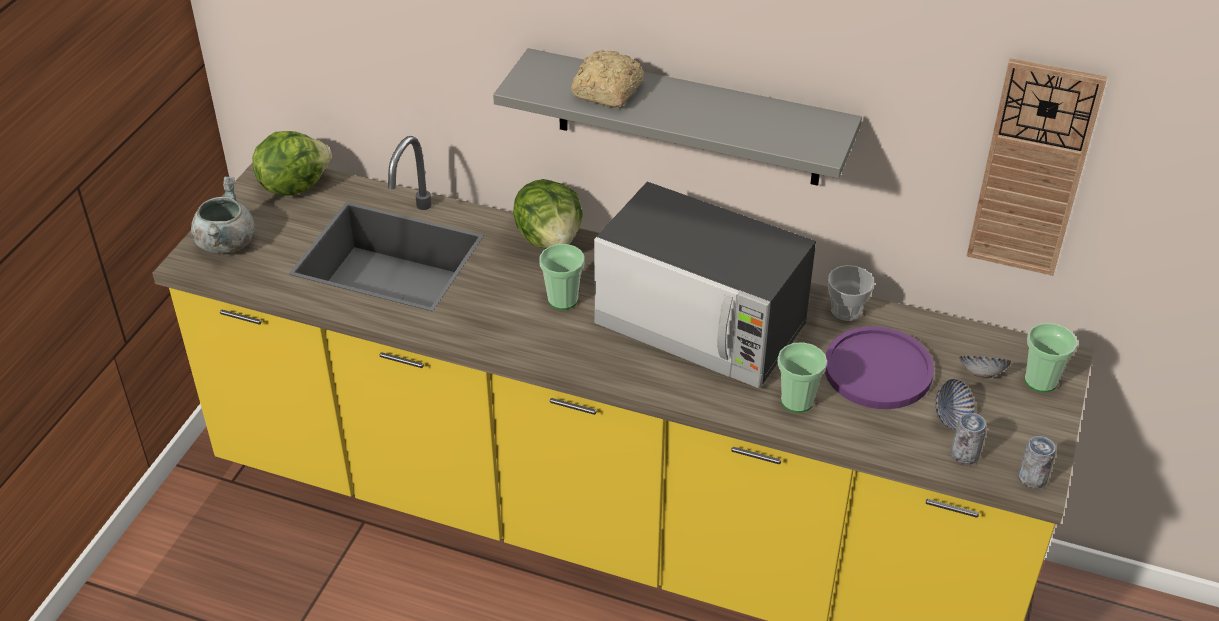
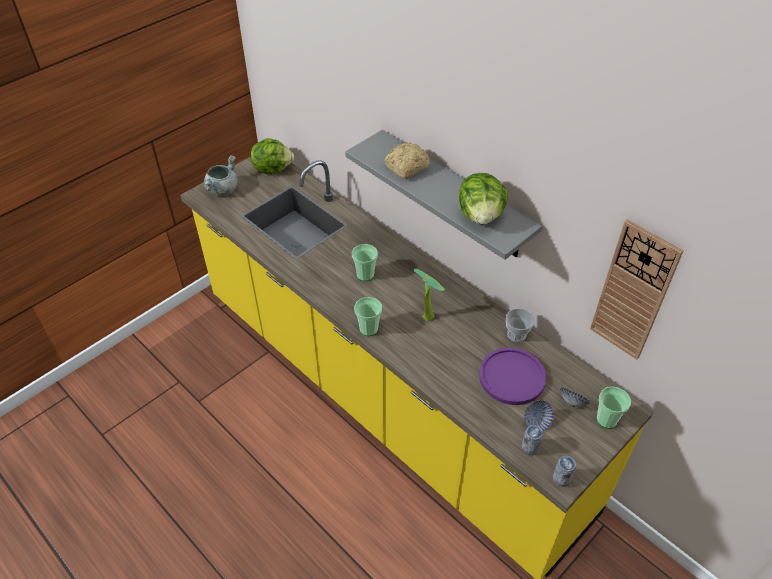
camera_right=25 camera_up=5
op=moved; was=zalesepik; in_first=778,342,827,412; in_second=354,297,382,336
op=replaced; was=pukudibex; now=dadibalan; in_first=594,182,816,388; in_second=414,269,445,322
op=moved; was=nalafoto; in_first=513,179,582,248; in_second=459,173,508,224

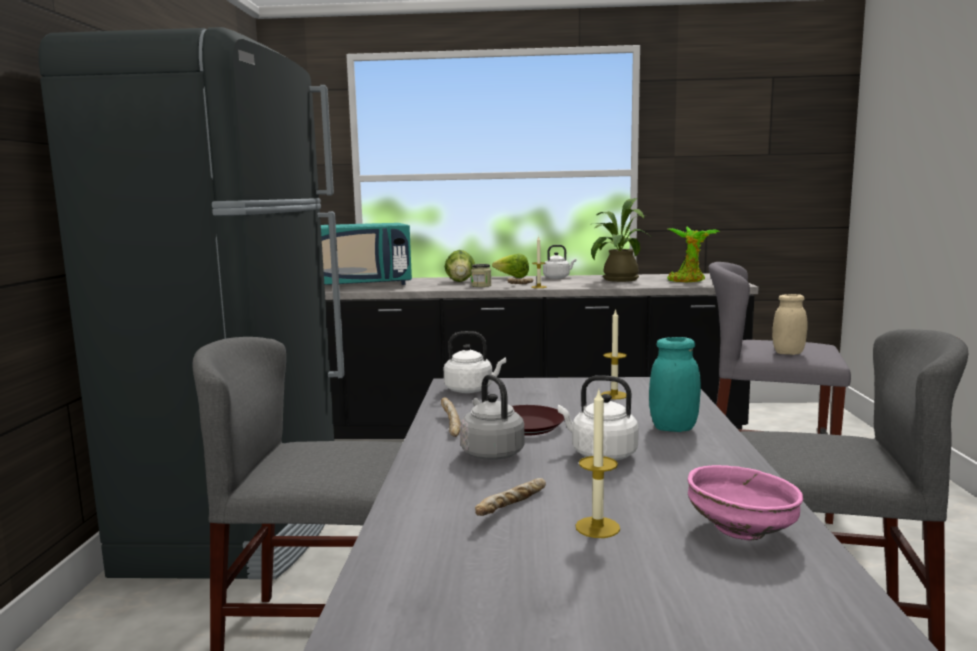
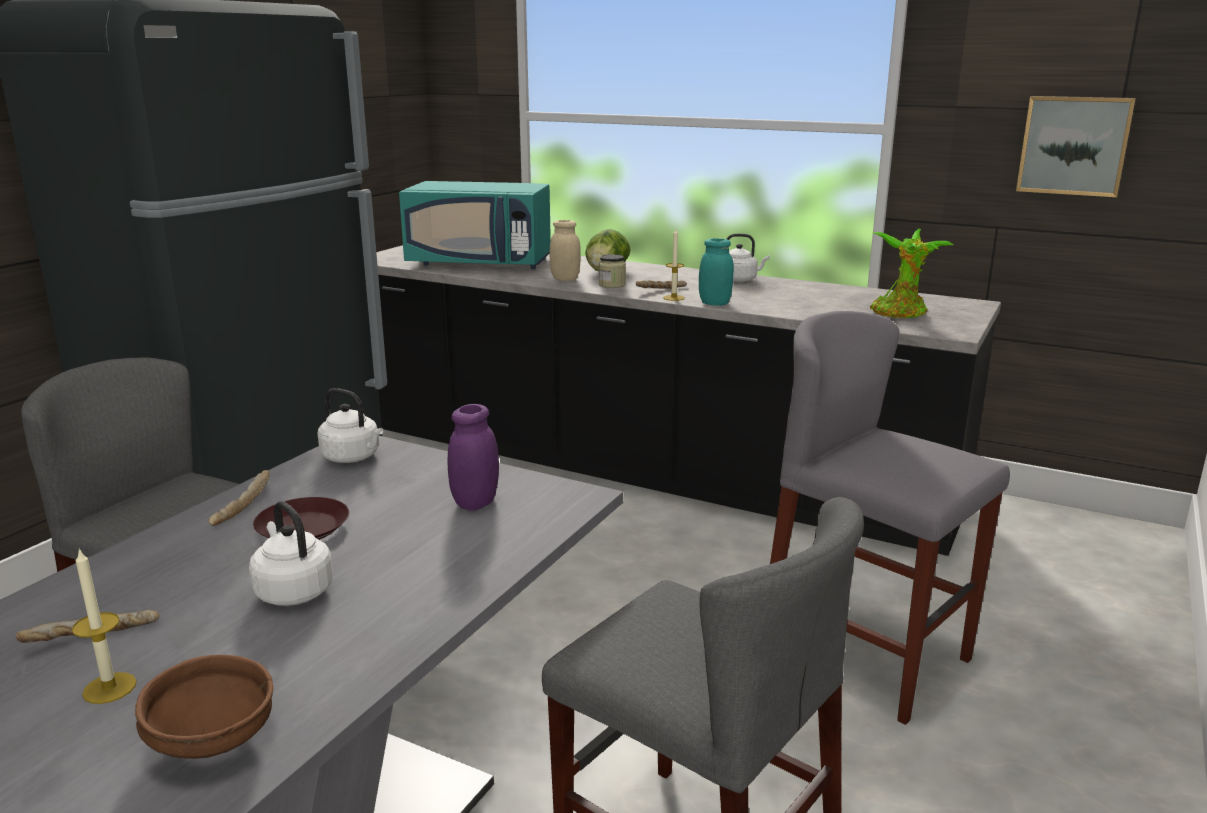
camera_right=25 camera_up=10
op=recoloured; was=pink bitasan; now=brown bitasan; in_first=687,465,803,541; in_second=135,655,273,759
op=replaced; was=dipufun; now=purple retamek; in_first=601,309,627,399; in_second=447,404,499,511
op=moved; was=beige retamek; in_first=772,294,808,355; in_second=550,220,581,281
op=moved; was=turquoise retamek; in_first=649,337,701,432; in_second=699,238,734,306
op=added; now=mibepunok; in_second=1016,96,1136,197
op=removed; was=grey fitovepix; in_first=460,374,525,460
op=removed; was=nalafoto; in_first=492,253,529,278
op=removed; was=dadibalan; in_first=591,198,650,282

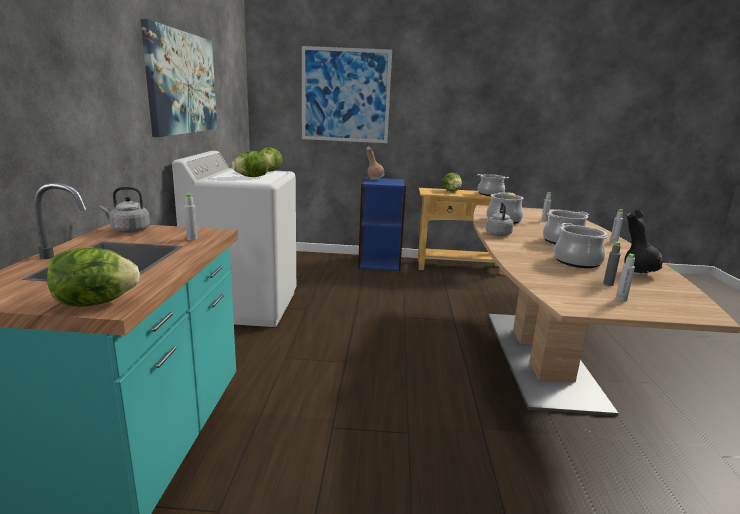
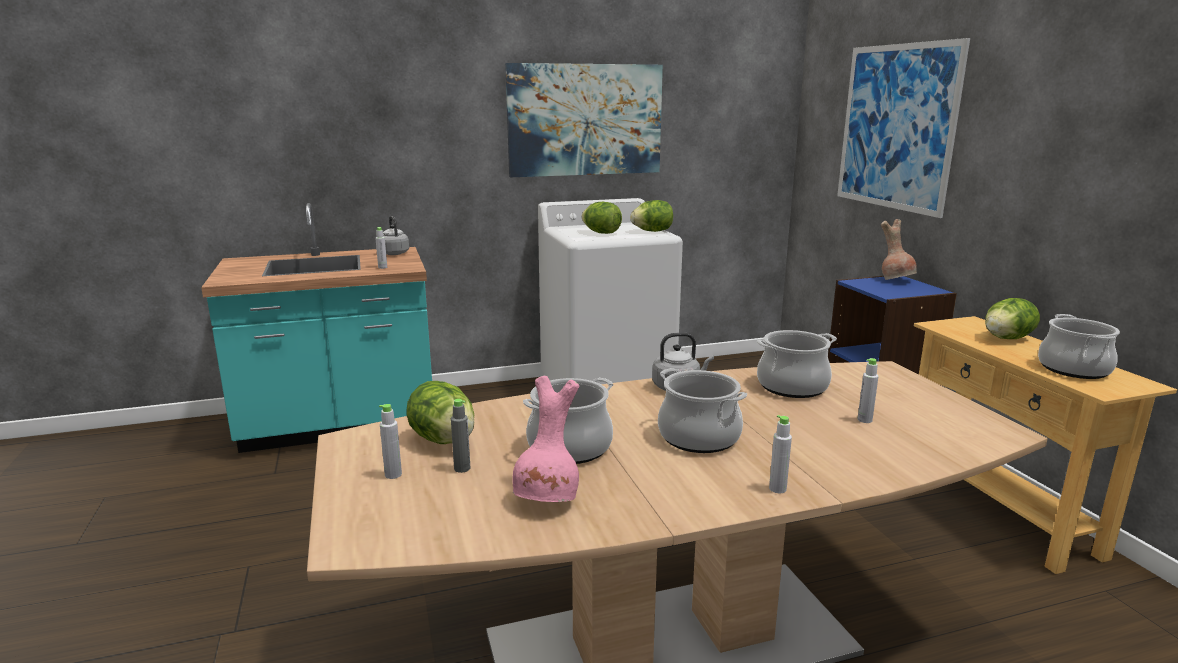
camera_right=70 camera_up=0
op=moved; was=nalafoto; in_first=47,247,140,307; in_second=406,381,474,444
op=recoloured; was=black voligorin; now=pink voligorin; in_first=624,210,663,274; in_second=513,376,579,502

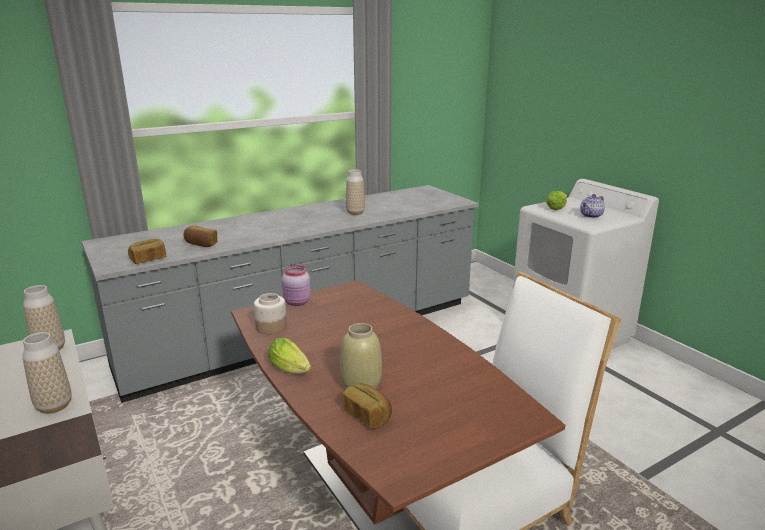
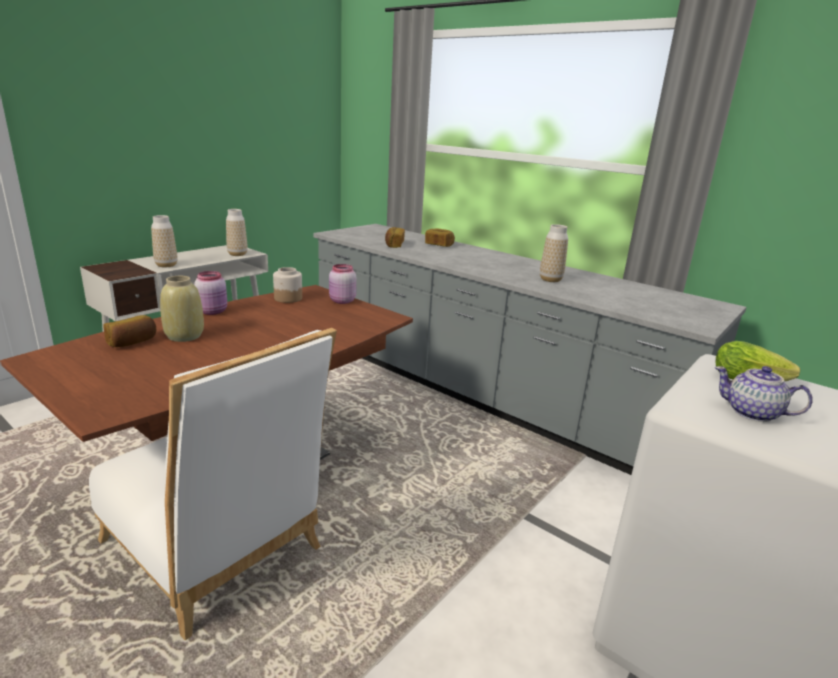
camera_right=70 camera_up=0
op=replaced; was=nalafoto; now=pink retamek; in_first=268,337,311,374; in_second=194,271,227,315
op=moved; was=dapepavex; in_first=128,239,166,264; in_second=425,229,455,247

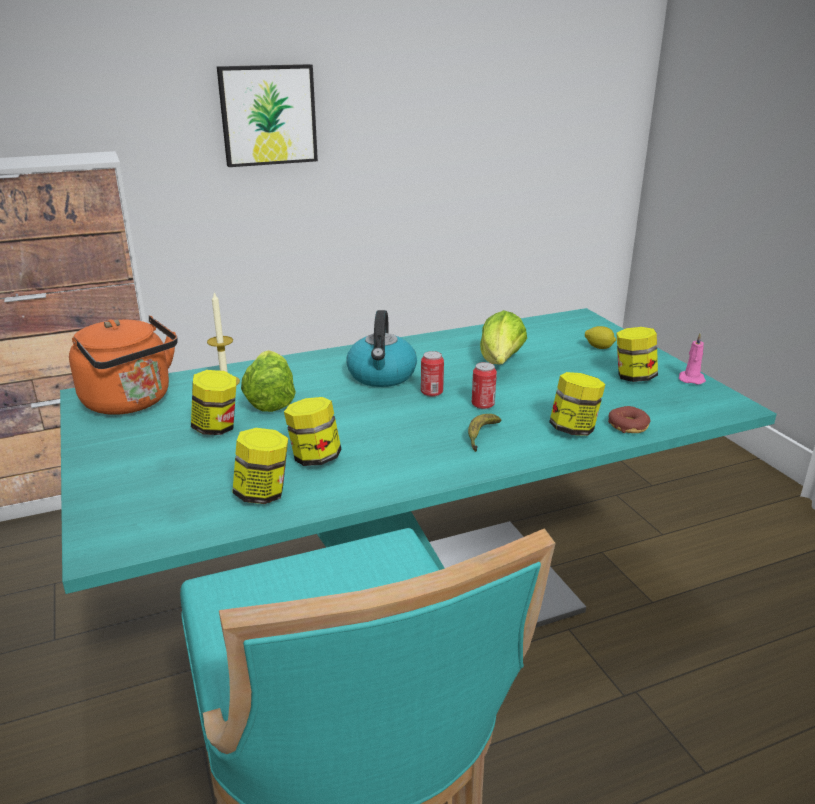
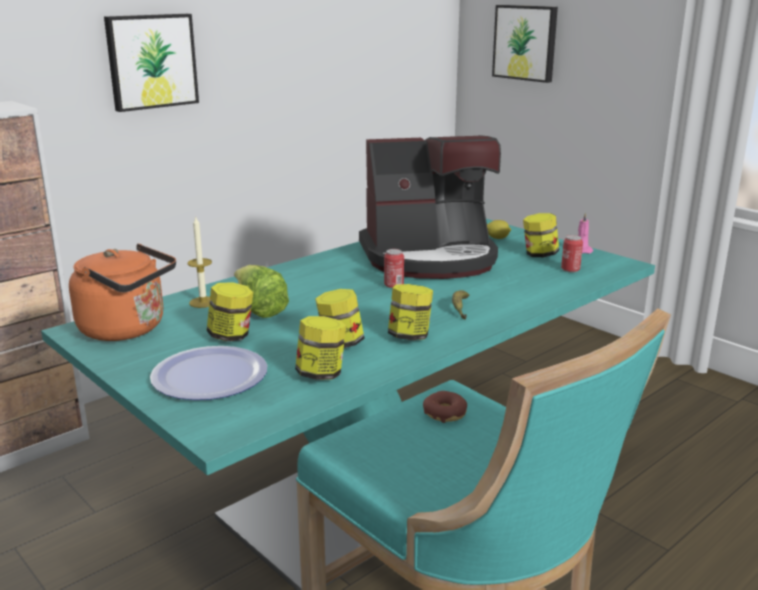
camera_right=-20 camera_up=-5
op=added; now=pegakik; in_second=150,346,267,400
op=replaced; was=nalafoto; now=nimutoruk; in_first=480,310,527,364; in_second=359,135,501,279
op=moved; was=retamek; in_first=549,372,606,436; in_second=388,284,433,340
op=moved; was=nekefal; in_first=608,406,650,433; in_second=423,391,467,423
op=added; now=mibepunok; in_second=492,5,558,83
op=moved; was=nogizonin; in_first=472,362,497,409; in_second=561,235,583,273
op=removed; was=fitovepix; in_first=347,310,417,387

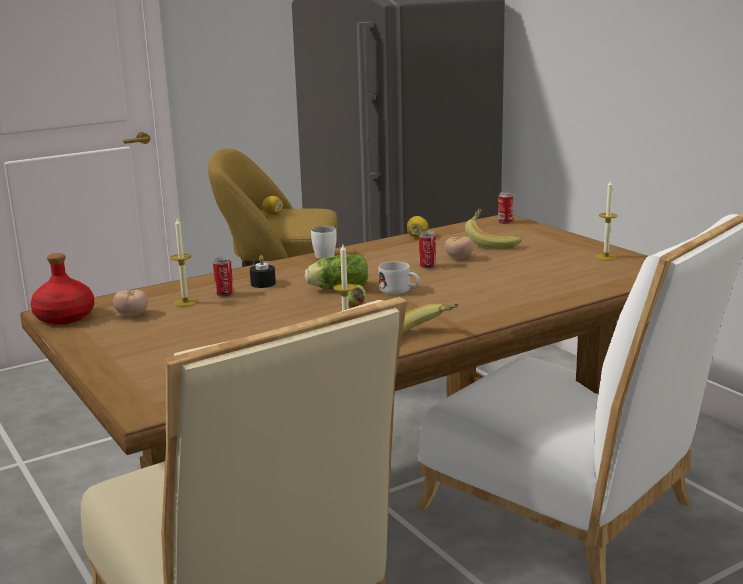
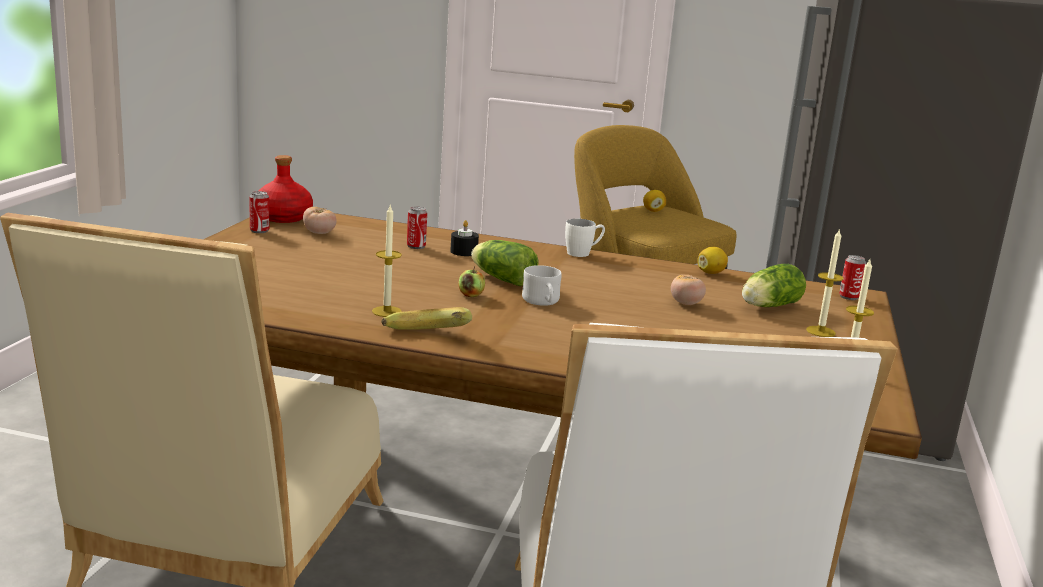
camera_right=45 camera_up=0
op=moved; was=nogizonin; in_first=419,231,436,268; in_second=249,191,269,233
op=replaced; was=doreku; now=nalafoto; in_first=465,208,521,249; in_second=742,264,806,307
op=moved; was=dipufun; in_first=171,218,197,307; in_second=806,228,844,337

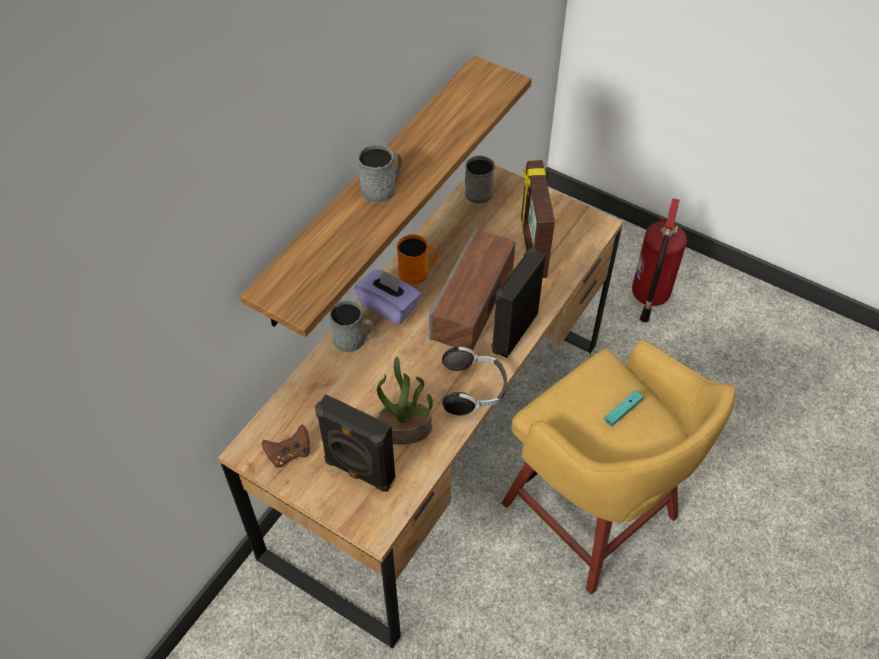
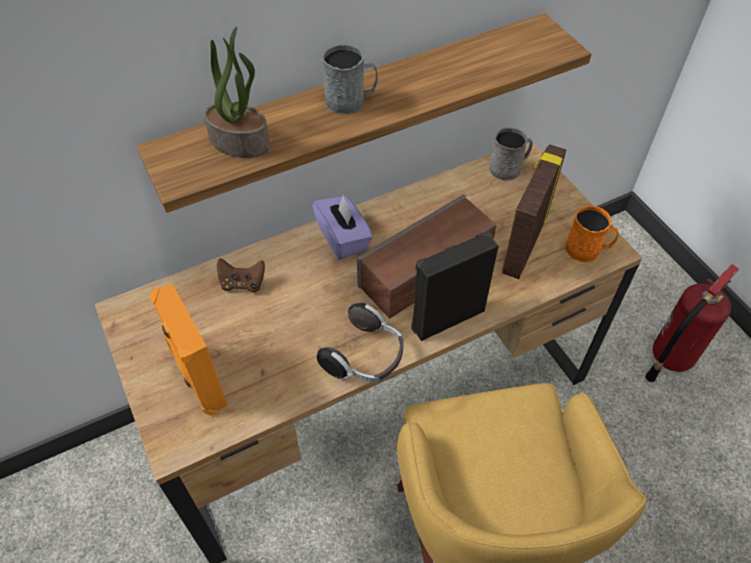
camera_right=30 camera_up=0
op=recoloured; was=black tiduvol; now=orange tiduvol; in_first=315,394,395,492; in_second=150,283,228,416
op=moved; was=dadibalan; in_first=377,357,433,445; in_second=203,27,270,158
op=moved; was=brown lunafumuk; in_first=262,425,310,468; in_second=217,258,265,293
op=moved; was=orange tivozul; in_first=396,235,438,285; in_second=565,206,618,263
op=removed; was=grey tivozul; in_first=329,300,374,352
op=removed; was=turquoise lunafumuk; in_first=604,390,643,426

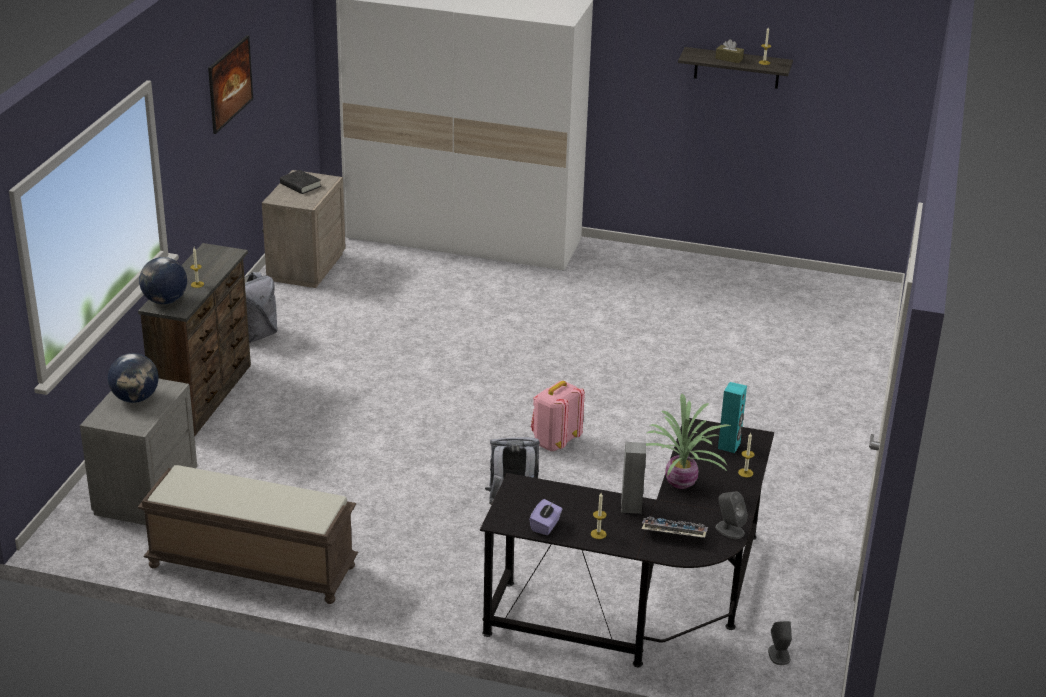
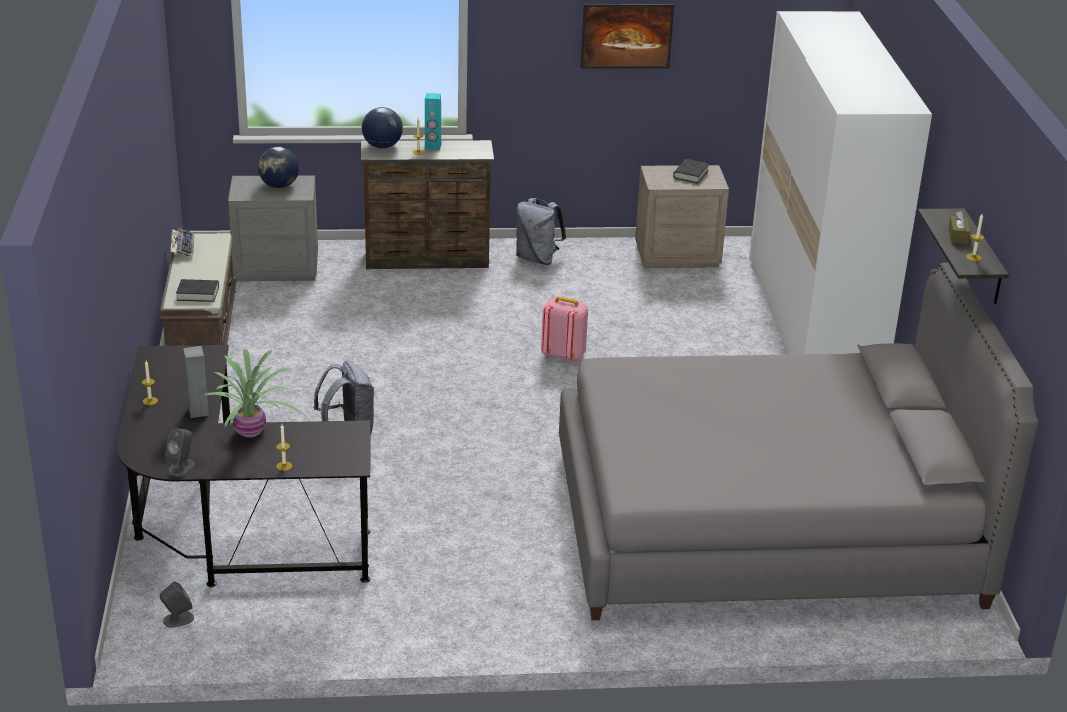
camera_right=70 camera_up=0
op=moved; was=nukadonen; in_first=642,516,708,538; in_second=170,228,194,259
op=added; now=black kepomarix; in_second=176,279,219,302
op=moved; was=turquoise tiduvol; in_first=718,382,747,453; in_second=425,93,441,150
op=moved; was=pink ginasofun; in_first=531,381,585,451; in_second=541,297,588,362
op=added; now=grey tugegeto; in_second=559,262,1038,620
op=removed; was=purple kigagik; in_first=529,499,563,535

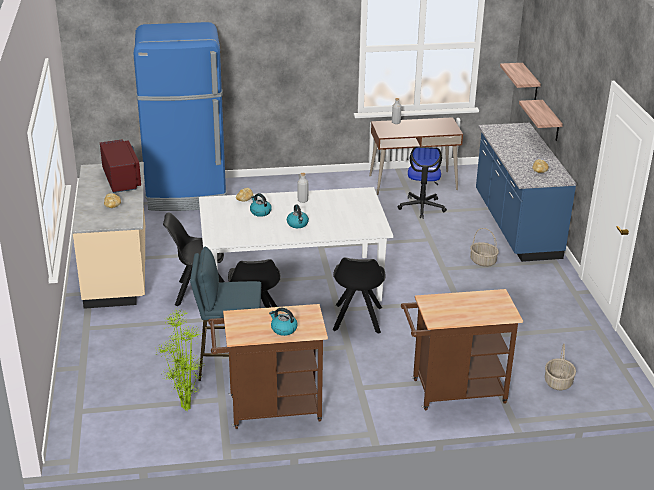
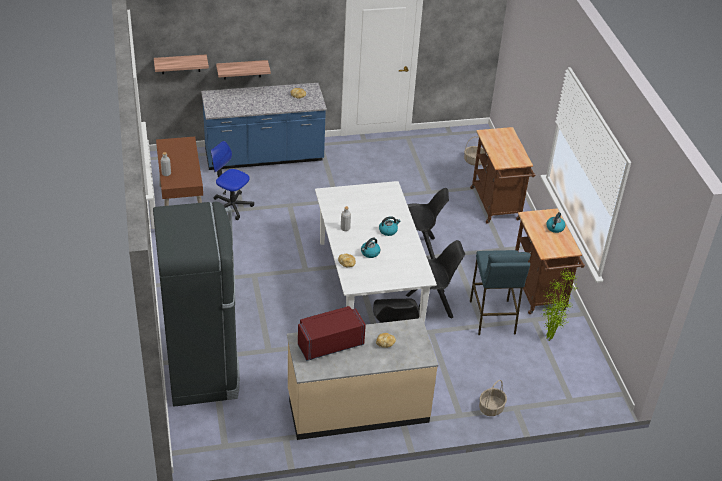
camera_right=-95 camera_up=10
op=recoloured; was=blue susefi; now=black susefi; in_first=134,22,227,211; in_second=153,202,240,407
op=turned; was=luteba; in_first=398,147,447,219; in_second=211,141,254,220; clockwise=-150
op=moved; was=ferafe; in_first=470,228,499,267; in_second=479,380,507,416

